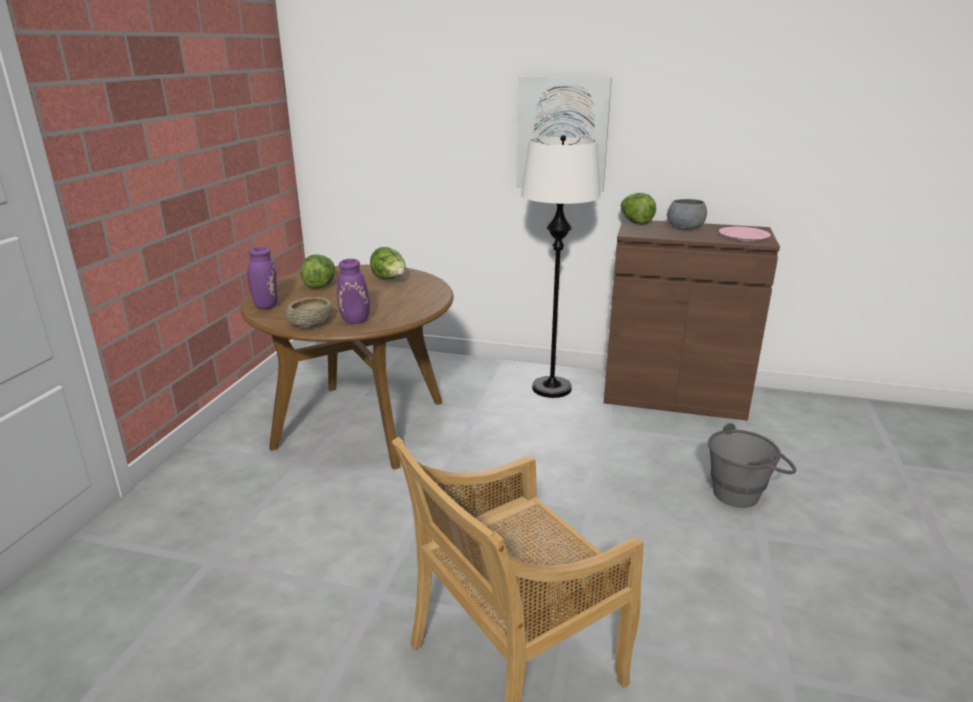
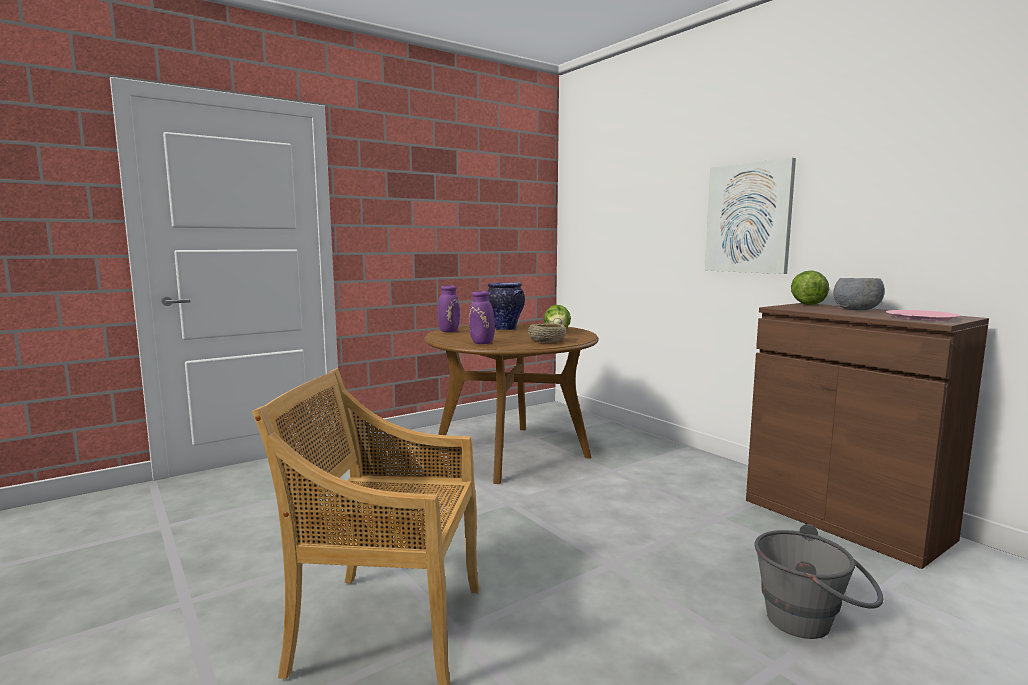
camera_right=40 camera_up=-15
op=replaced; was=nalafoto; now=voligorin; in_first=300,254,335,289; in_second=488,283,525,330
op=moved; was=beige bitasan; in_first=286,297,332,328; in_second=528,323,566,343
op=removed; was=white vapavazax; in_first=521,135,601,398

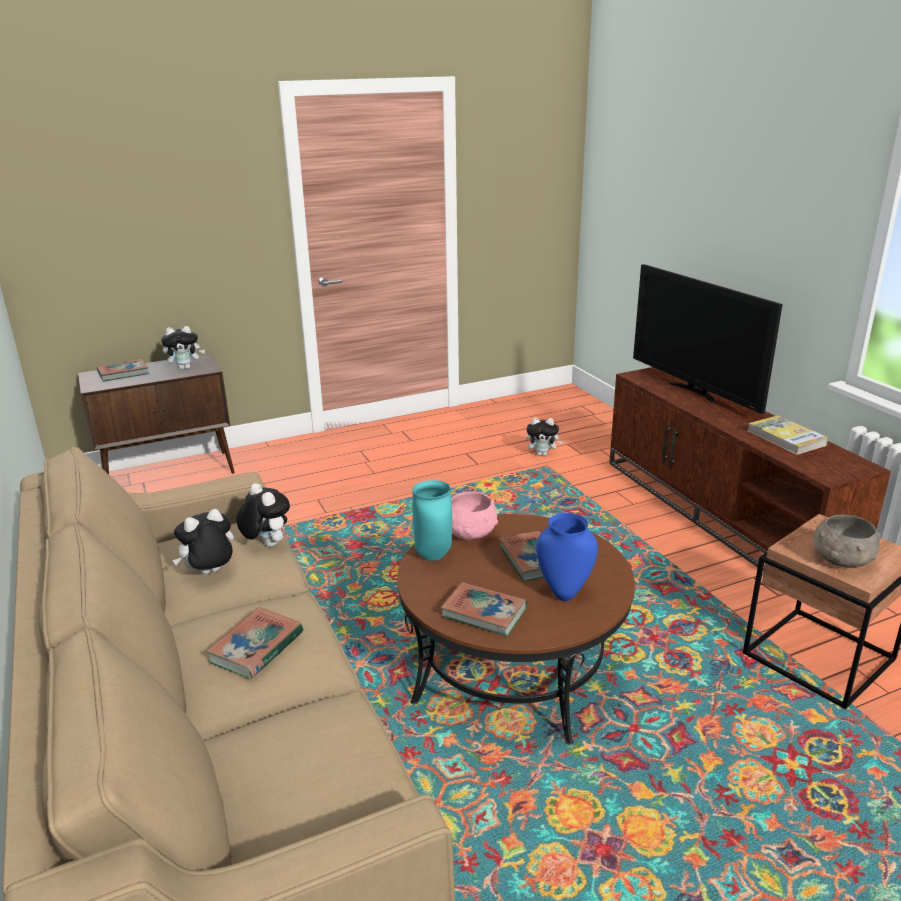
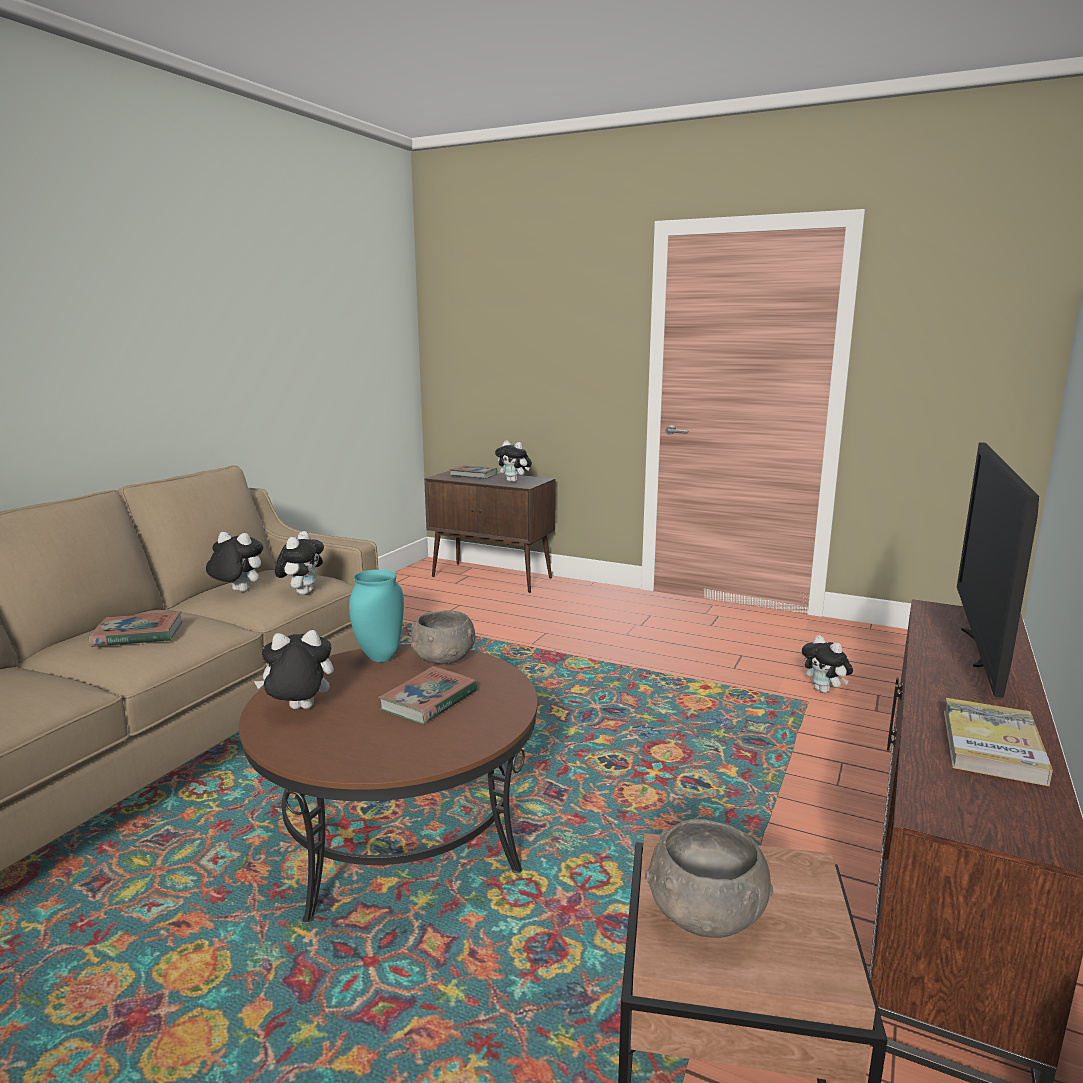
camera_right=50 camera_up=-10
op=replaced; was=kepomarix; now=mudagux; in_first=441,582,527,637; in_second=254,630,334,709
op=recoloured; was=pink bitasan; now=grey bitasan; in_first=451,491,498,540; in_second=410,610,475,664
op=removed; was=blue voligorin; in_first=536,513,598,601

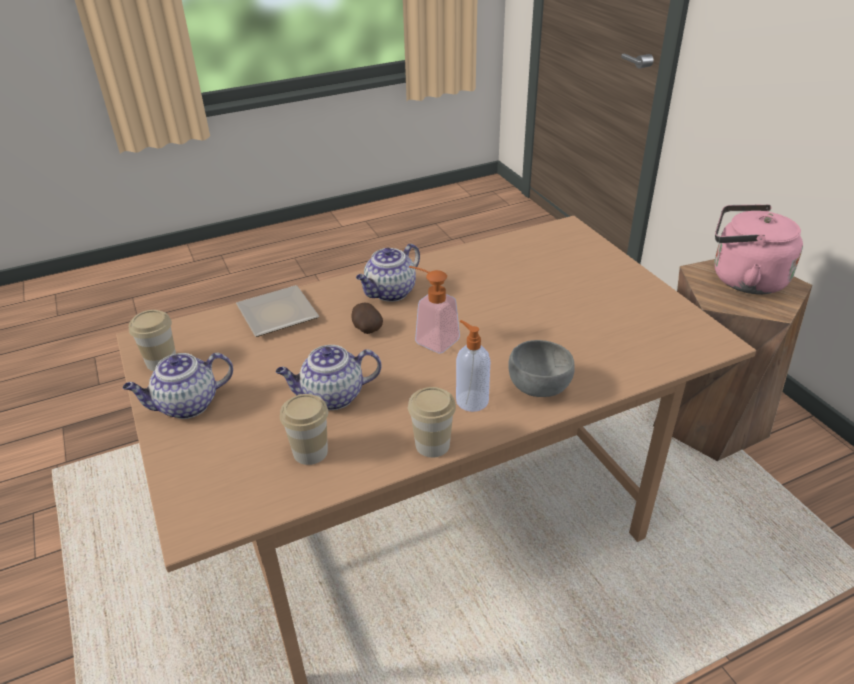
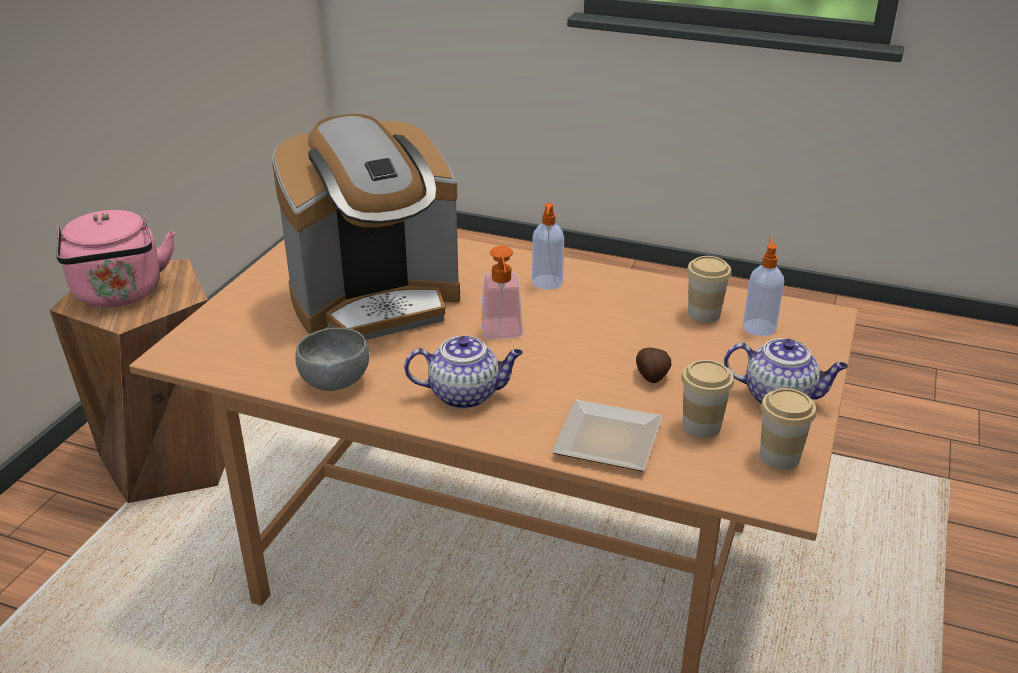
camera_right=-135 camera_up=-5
op=added; now=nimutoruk; in_second=272,114,460,340
op=moved; was=grey bitasan; in_first=508,340,575,397; in_second=296,328,369,391
op=moved; was=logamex; in_first=351,303,383,334; in_second=636,348,671,383
op=moved; was=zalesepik; in_first=408,387,456,458; in_second=681,360,734,438
op=added; now=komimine; in_second=743,237,784,336
op=removed; was=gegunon; in_first=276,345,381,410

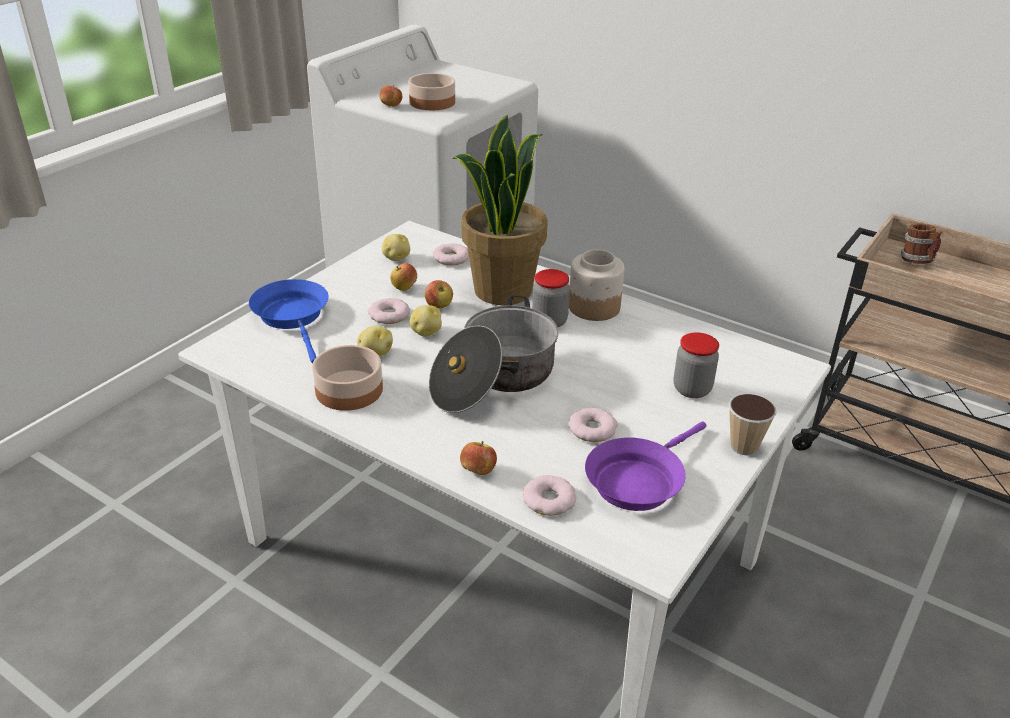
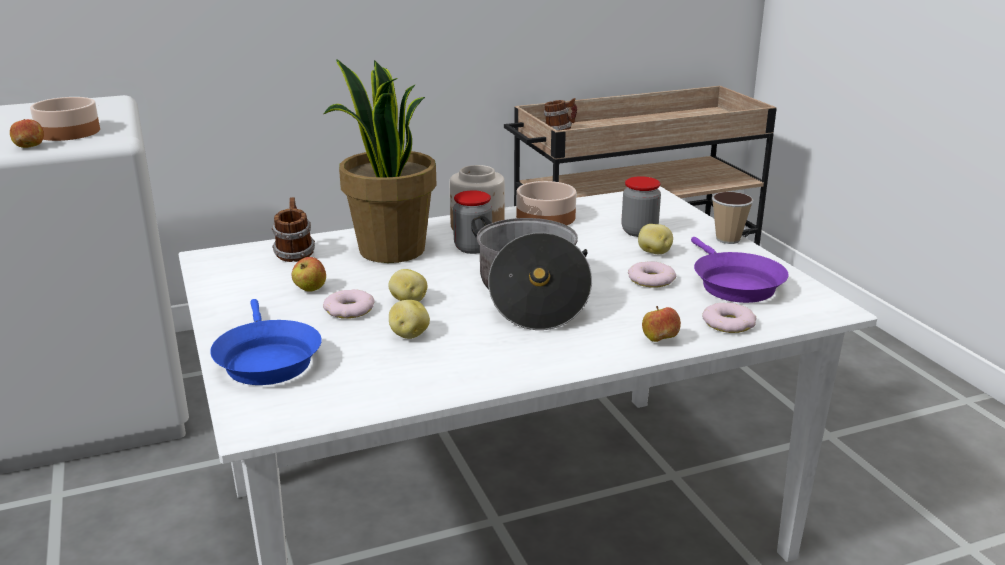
camera_right=-55 camera_up=-10
op=turned; was=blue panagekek; in_first=249,279,328,363; in_second=210,299,322,385; clockwise=-120
op=replaced; was=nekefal; now=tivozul; in_first=433,243,469,266; in_second=271,197,315,262
op=moved; was=bitasan; in_first=312,345,383,411; in_second=516,181,577,225
op=moved; was=logamex; in_first=382,234,410,261; in_second=638,224,673,254
op=removed; was=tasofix; in_first=425,280,453,308

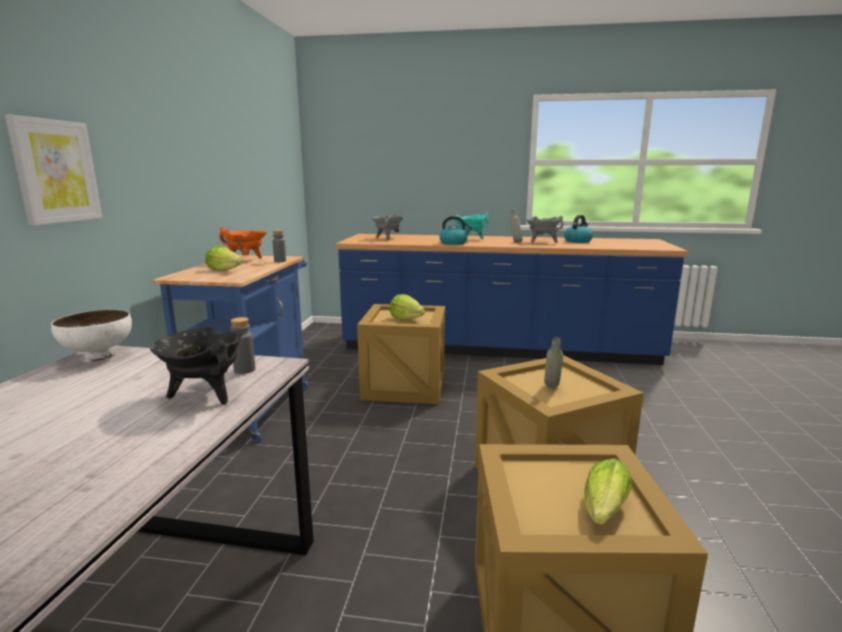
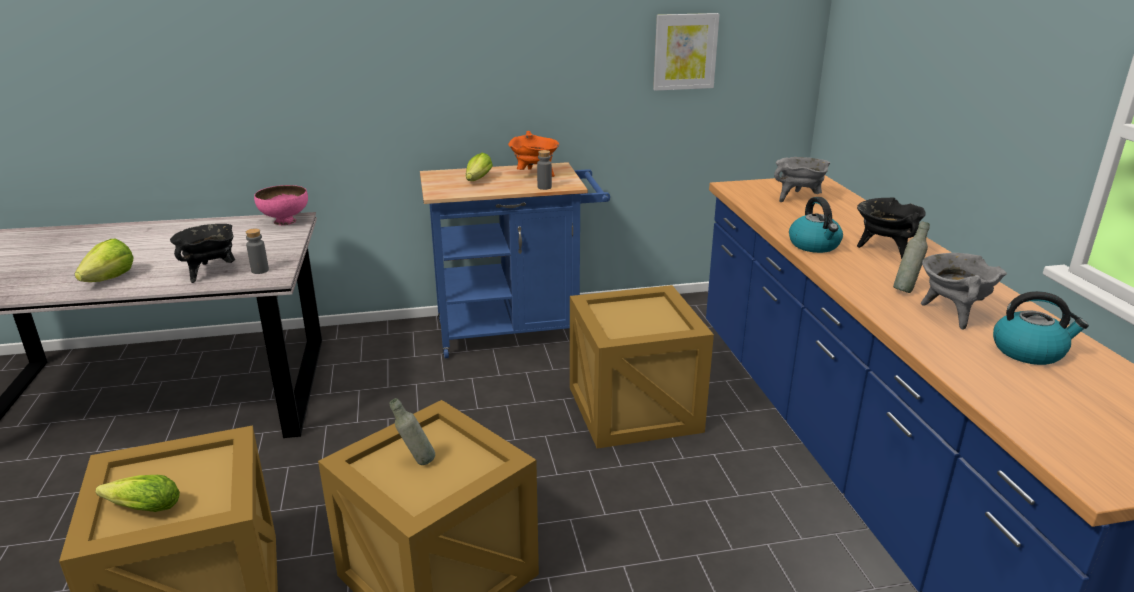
camera_right=70 camera_up=10
op=moved; was=nalafoto; in_first=390,294,425,320; in_second=75,239,133,282
op=recoloured; was=white bitasan; now=pink bitasan; in_first=51,309,132,362; in_second=254,185,308,225
op=moved; was=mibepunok; in_first=5,115,102,226; in_second=653,13,720,91
op=recoloured; was=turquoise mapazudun; now=black mapazudun; in_first=455,213,489,239; in_second=857,198,926,259

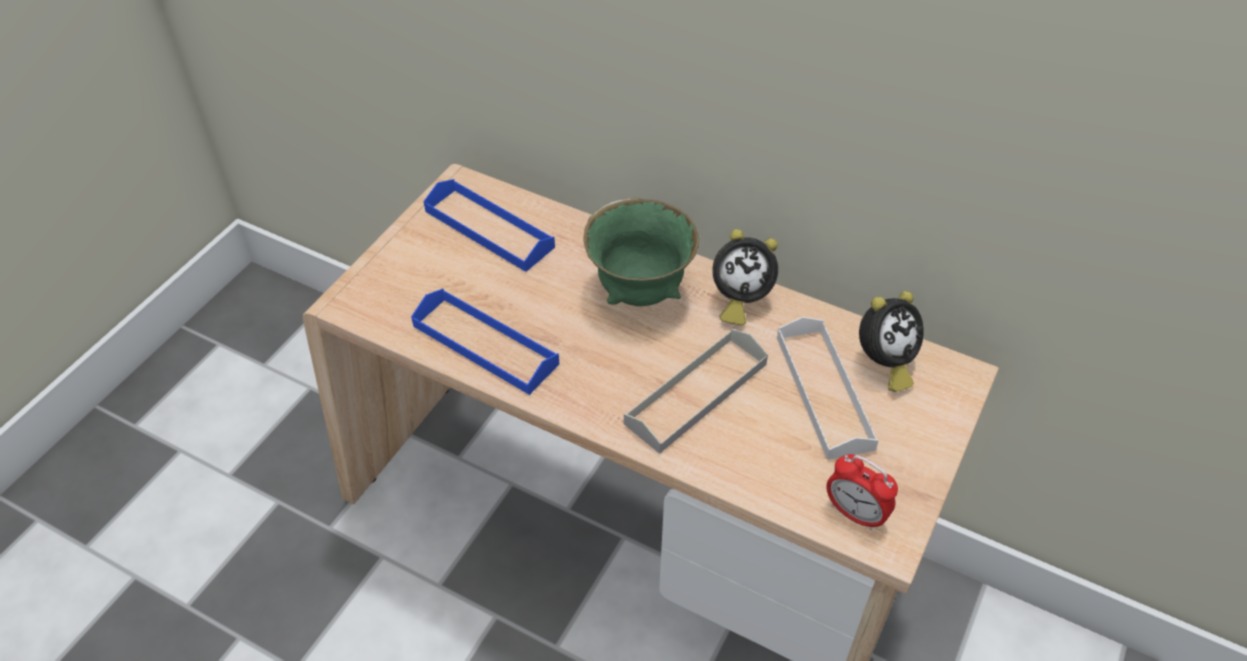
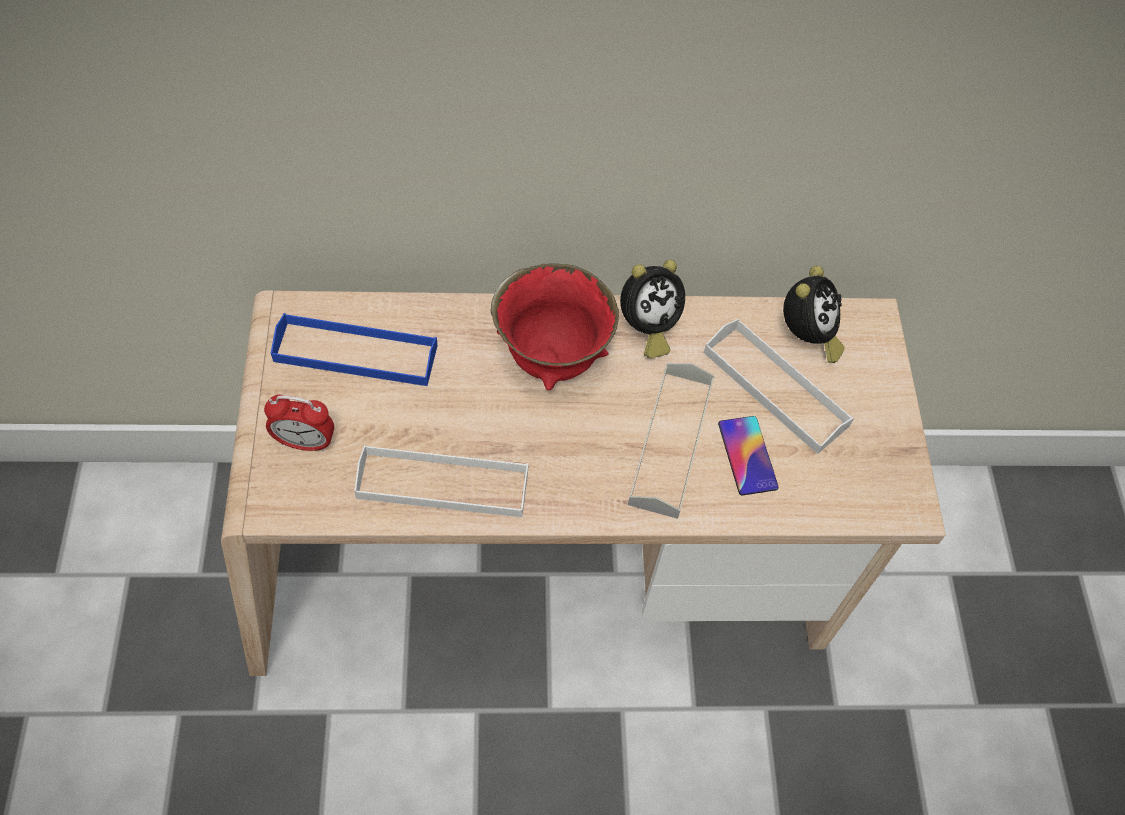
camera_right=-35 camera_up=10
op=moved; was=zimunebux; in_first=826,454,898,530; in_second=264,395,334,452
op=recoloured; was=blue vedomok; now=white vedomok; in_first=411,288,559,395; in_second=354,445,529,517
op=recoloured; was=green bitasan; now=red bitasan; in_first=583,198,699,306; in_second=490,263,619,390
op=added; now=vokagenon; in_second=718,416,778,495

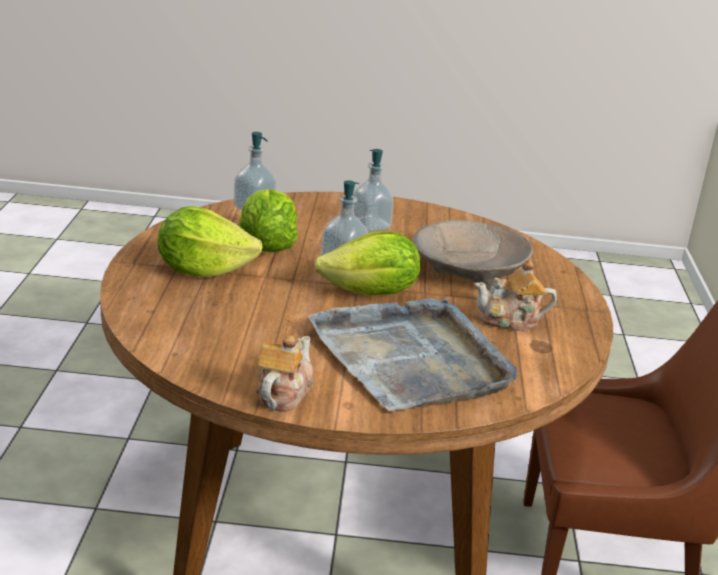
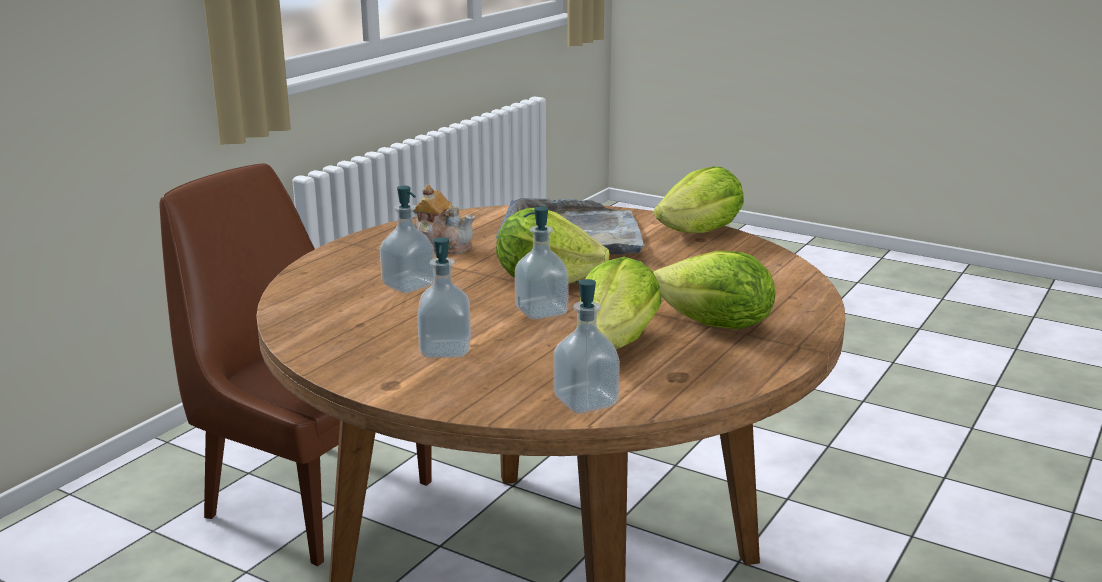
camera_right=-150 camera_up=-5
op=replaced; was=beige bitasan; now=komimine; in_first=413,220,533,290; in_second=380,186,435,293
op=replaced; was=gegunon; now=nalafoto; in_first=256,335,314,412; in_second=654,166,744,233

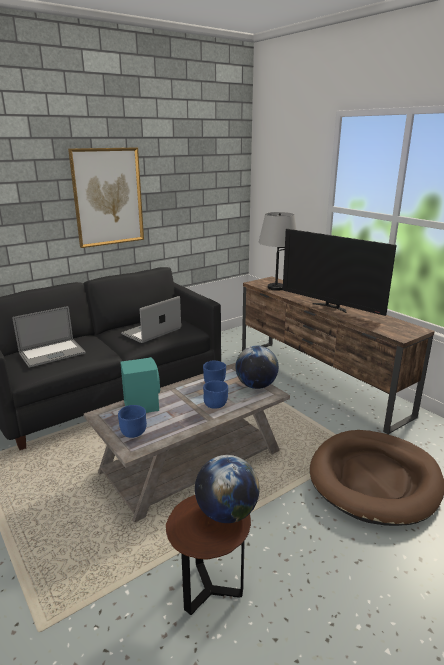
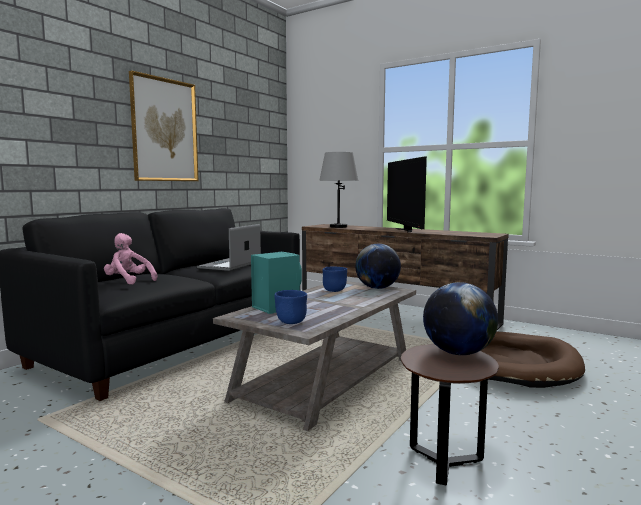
camera_right=-20 camera_up=-15
op=replaced; was=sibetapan; now=pink mudagux; in_first=12,306,85,368; in_second=104,233,157,285
op=turned; was=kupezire; in_first=283,229,397,316; in_second=387,157,427,232; clockwise=60
op=removed; was=blue bitasan; in_first=203,380,228,409

